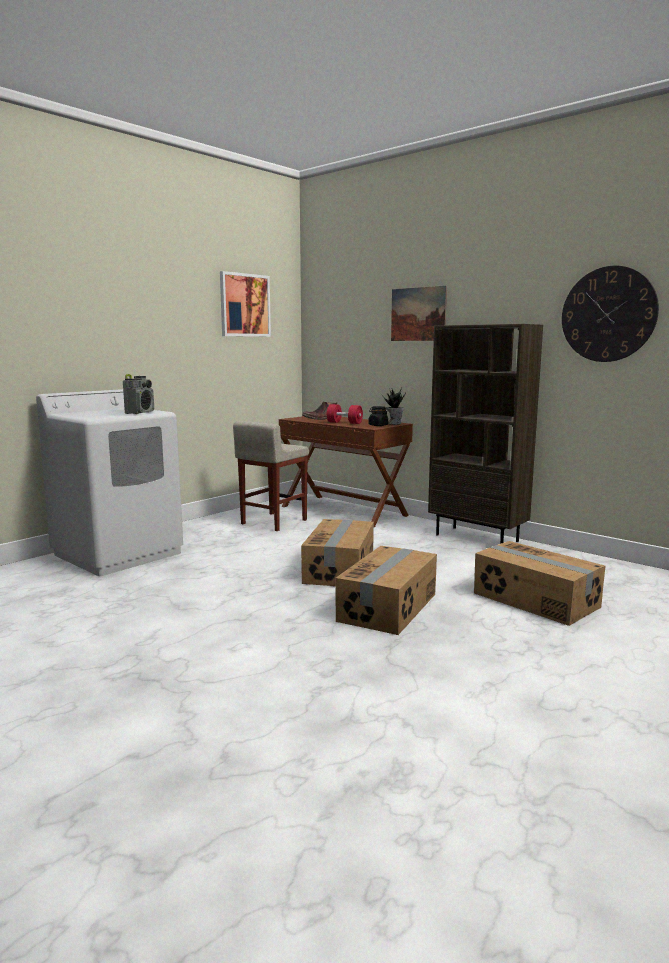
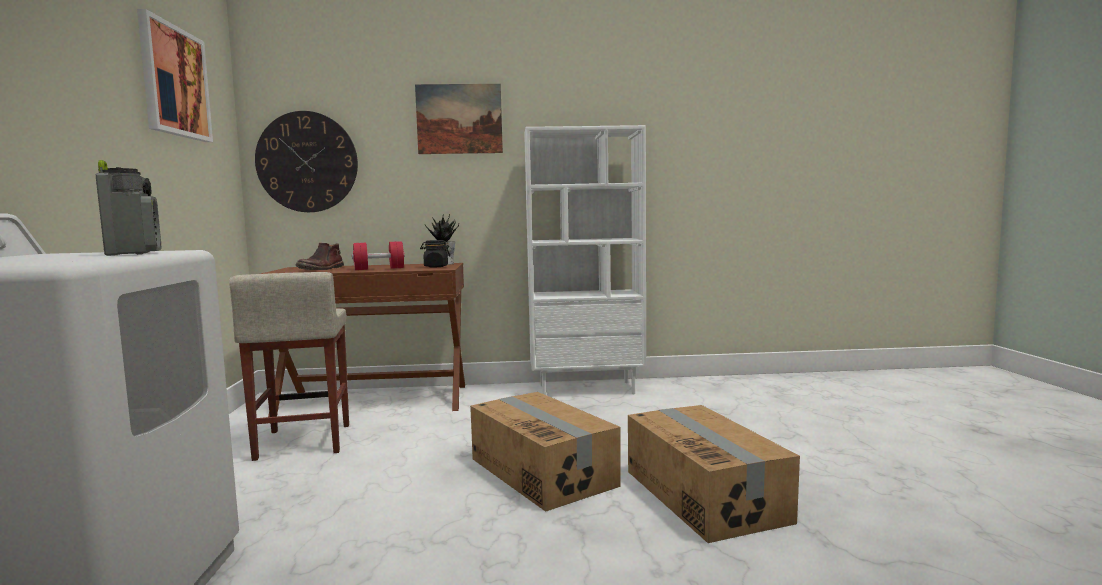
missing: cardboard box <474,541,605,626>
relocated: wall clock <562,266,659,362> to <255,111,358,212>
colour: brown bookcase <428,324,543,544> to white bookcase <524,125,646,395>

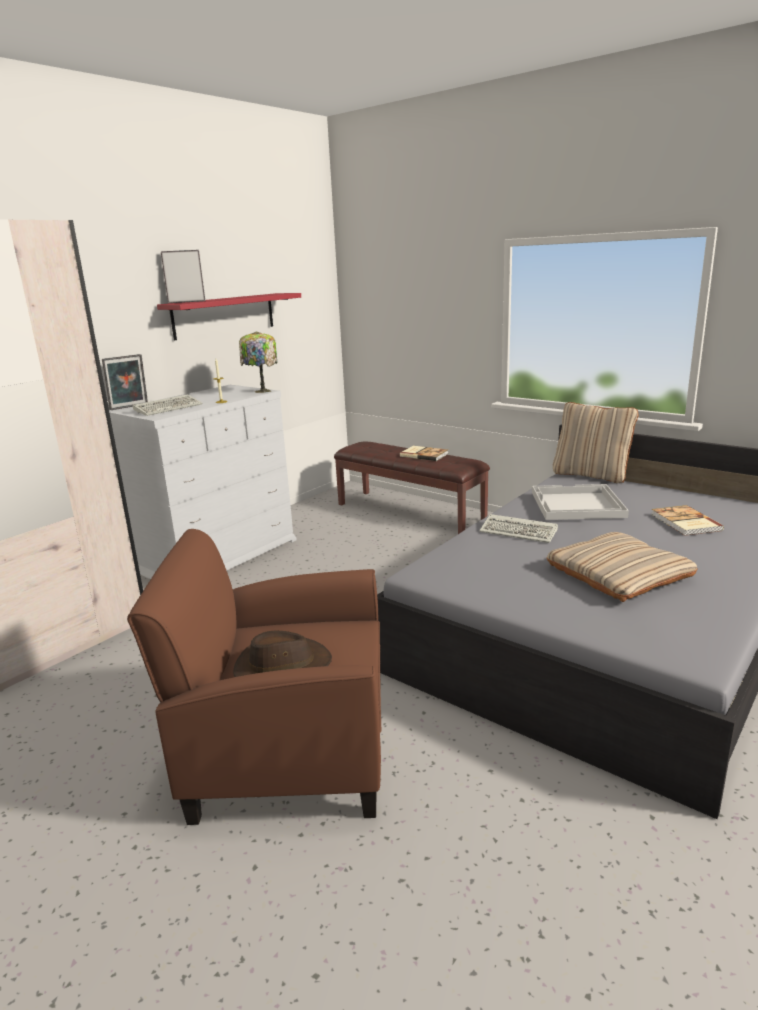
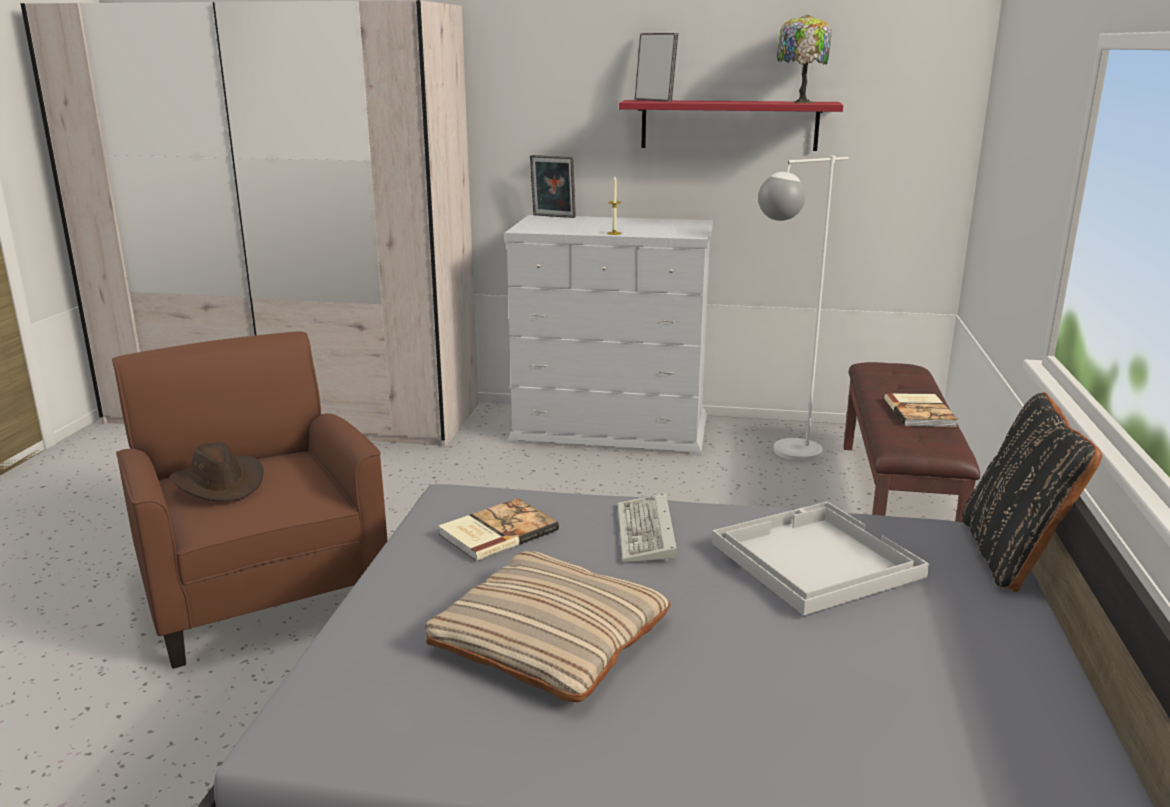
missing: keyboard <133,394,202,416>
appeared: white floor lamp <758,155,848,461>
relocated: table lamp <239,331,277,393> to <777,15,832,103>; book <651,505,724,536> to <438,498,559,561>
colour: beige pillow <553,402,638,483> to black pillow <962,392,1102,592>

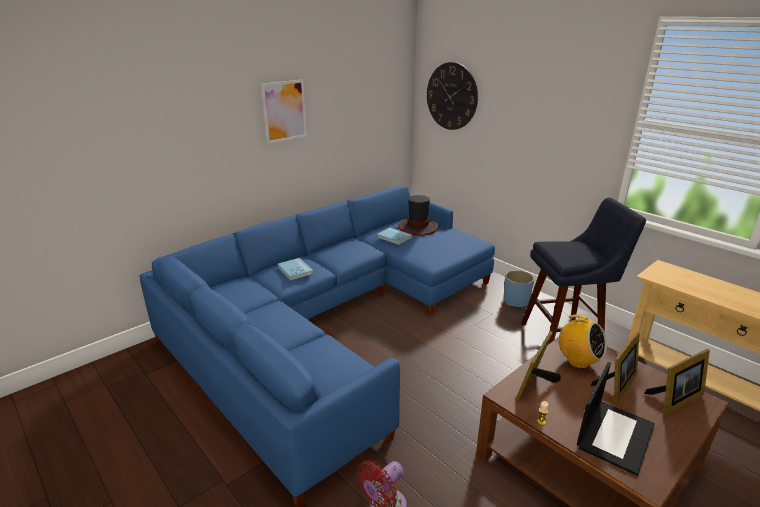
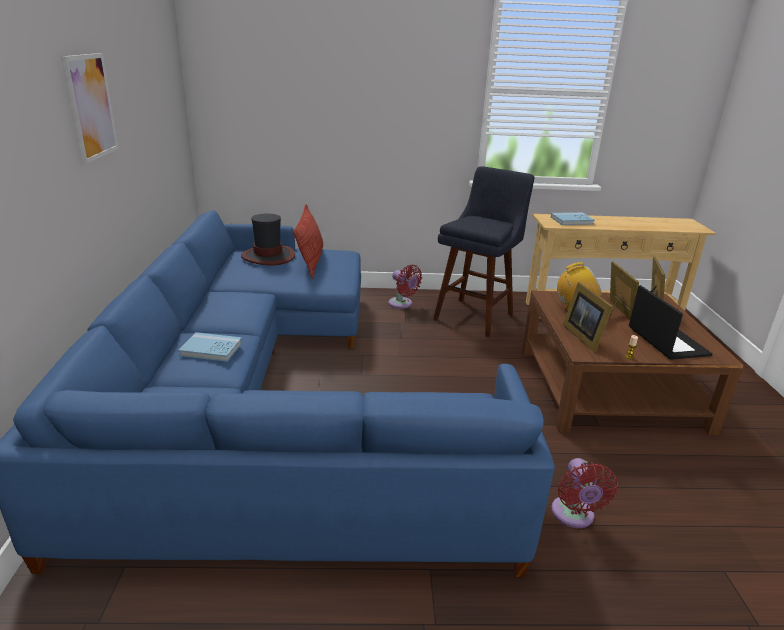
missing: wall clock <427,62,478,130>
appeared: pillow <293,204,323,279>
relocated: blue book <377,228,412,245> to <551,212,595,225>
exchanged: blue planter <503,270,534,307> to red fan <389,265,422,309>

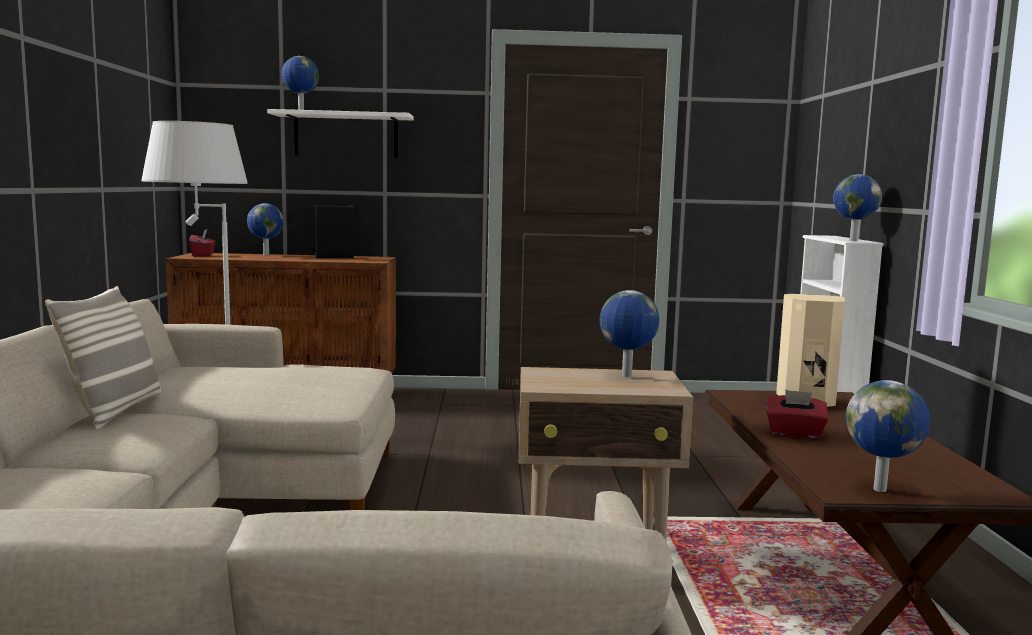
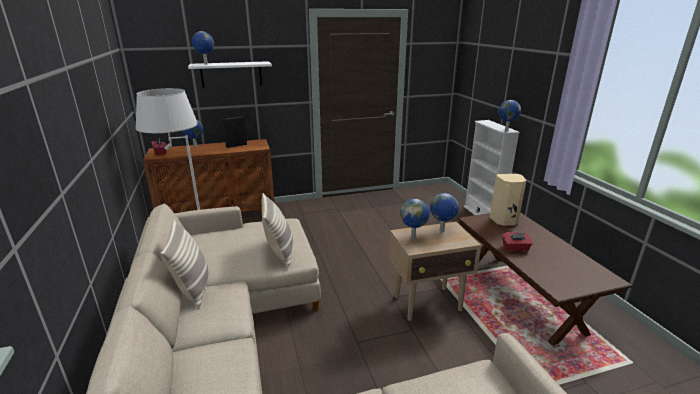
appeared: pillow <262,193,293,268>
relocated: globe <846,380,930,492> to <400,199,430,239>

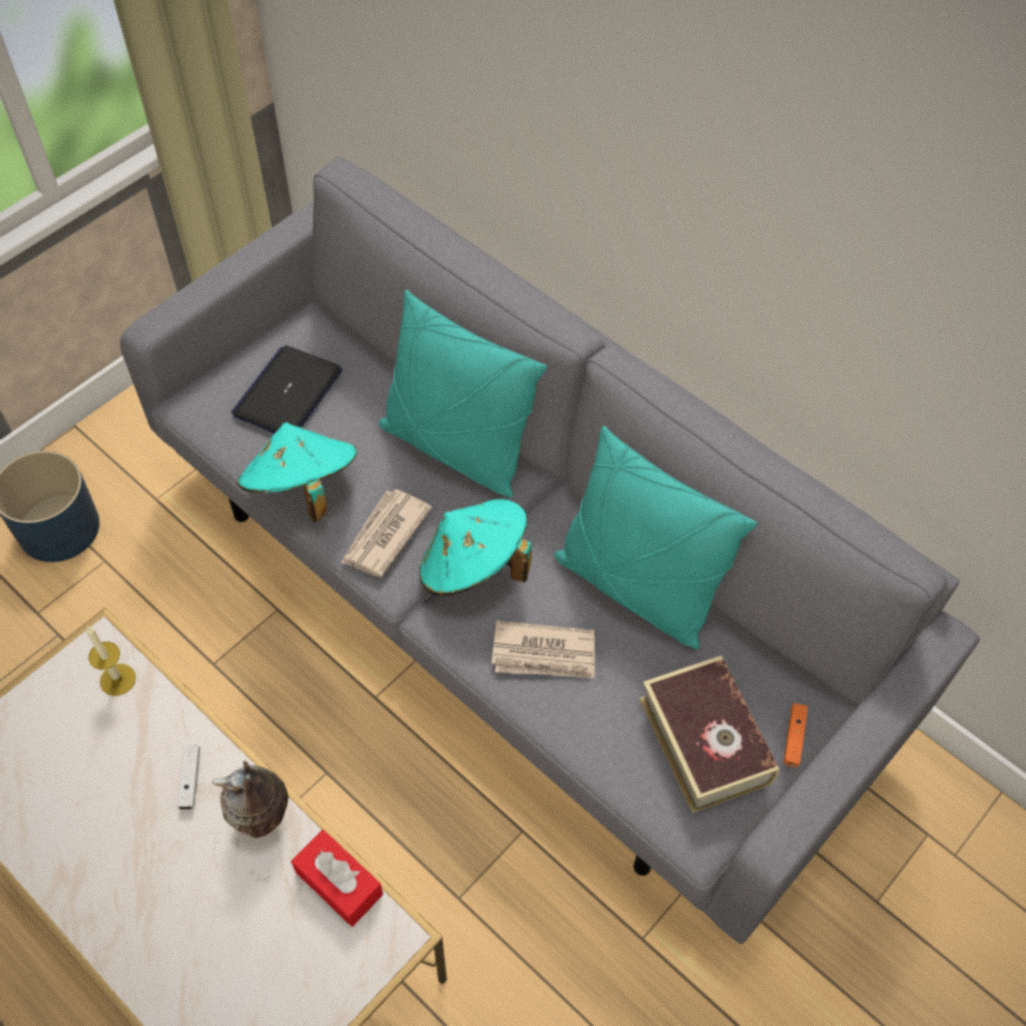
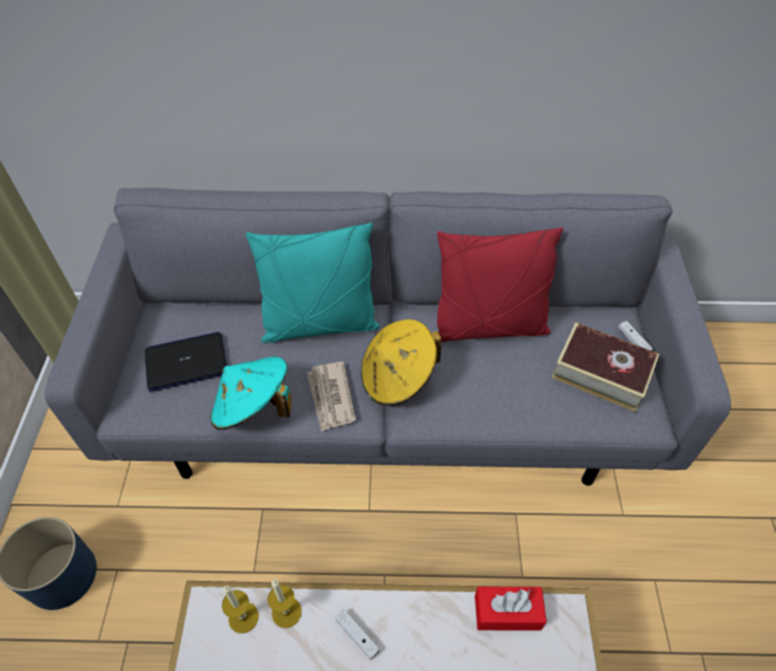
missing: vase <212,760,288,838>; newspaper <491,621,595,678>
appeared: candle <268,580,302,628>
colour: turquoise hat <419,498,532,596> to yellow hat <361,320,441,406>; turquoise pillow <554,426,757,649> to red pillow <437,227,563,342>; orange game controller <784,703,808,767> to white game controller <618,321,653,351>
spun: laptop <231,345,343,433> = <145,332,227,392> 90 degrees clockwise

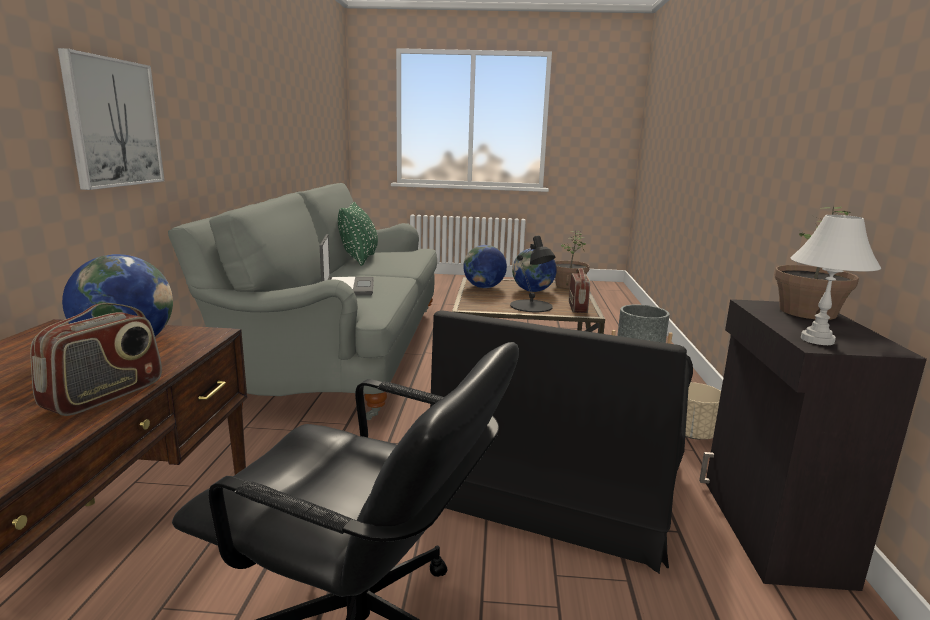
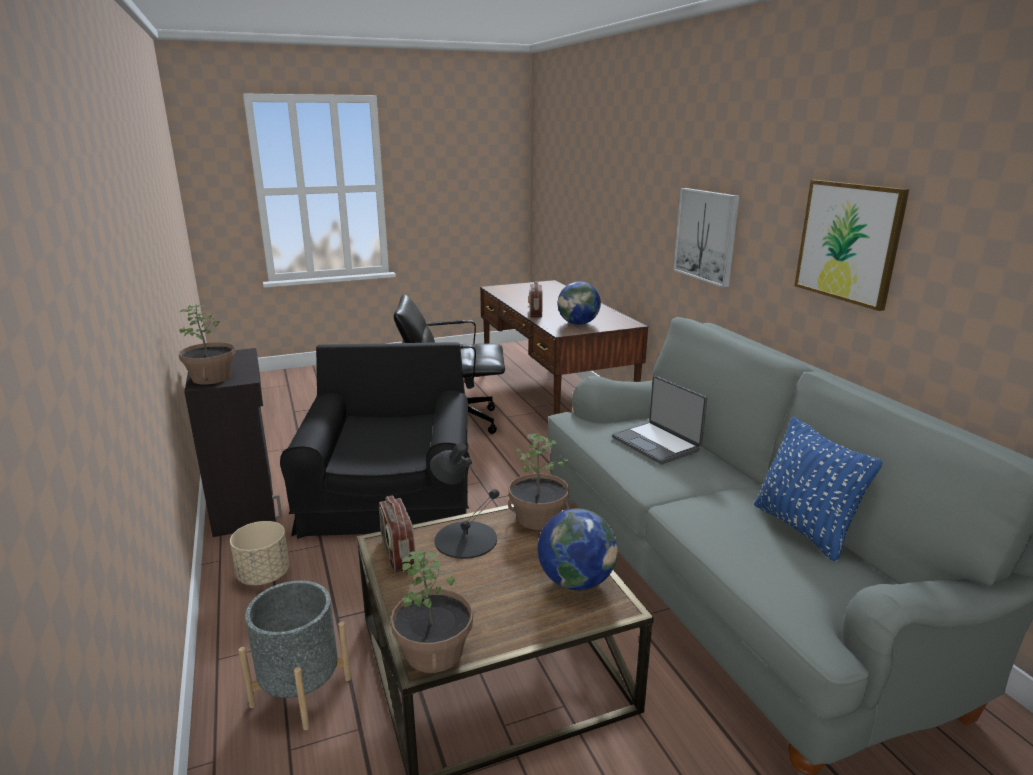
missing: globe <512,248,557,292>; white table lamp <791,215,881,345>
appeared: potted plant <508,434,570,530>; picture <794,180,909,311>
colour: green pillow <338,202,378,266> to blue pillow <754,417,883,562>

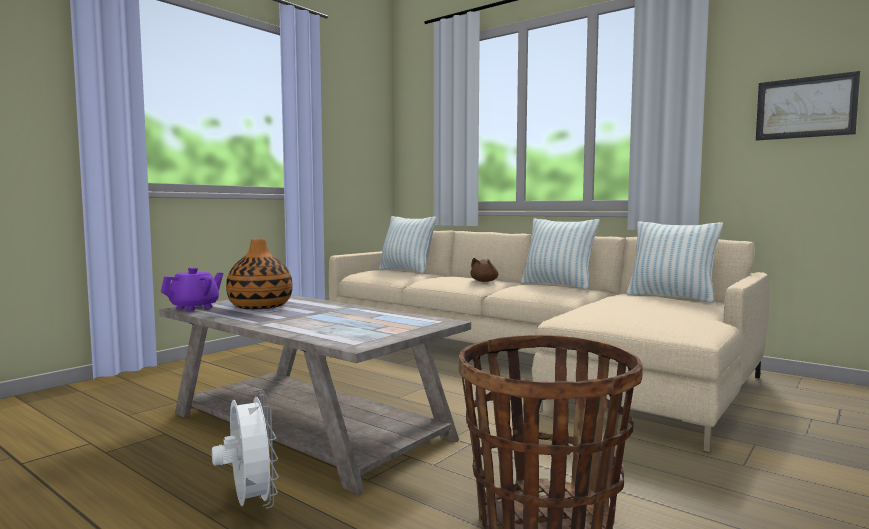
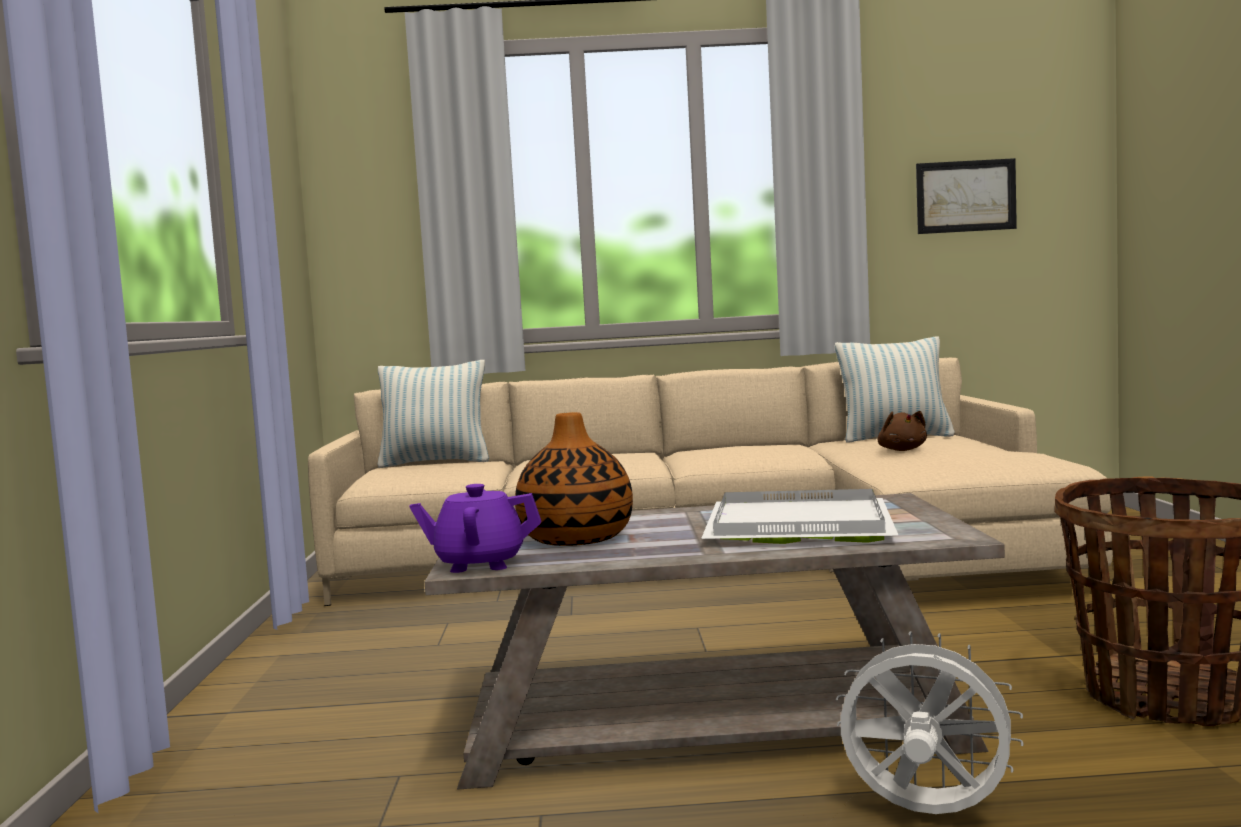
missing: pillow <521,219,599,290>
appeared: white tray <701,489,899,544>
relocated: brown plush toy <470,258,498,282> to <877,411,927,451>
spun: purple teapot <161,267,223,311> = <409,484,541,573> 90 degrees counterclockwise

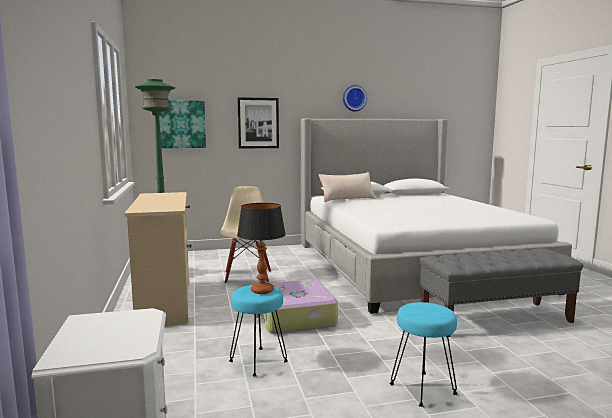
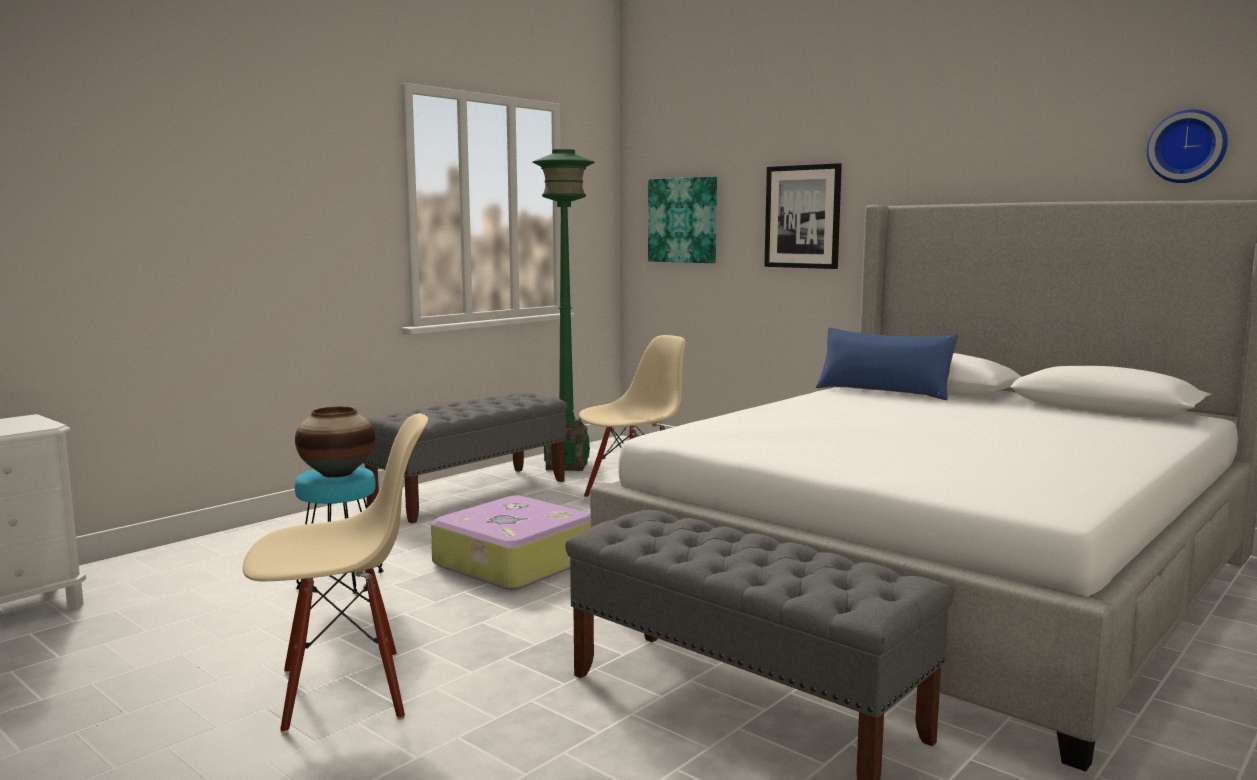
relocated: wall clock <343,85,367,111> to <1147,109,1228,183>
exchanged: beige dresser <124,192,191,326> to grey bench <363,392,568,523>; table lamp <237,203,286,294> to vase <295,407,375,478>; turquoise stool <390,302,457,407> to beige chair <243,413,428,734>
colour: beige pillow <319,172,376,202> to blue pillow <816,328,958,400>

